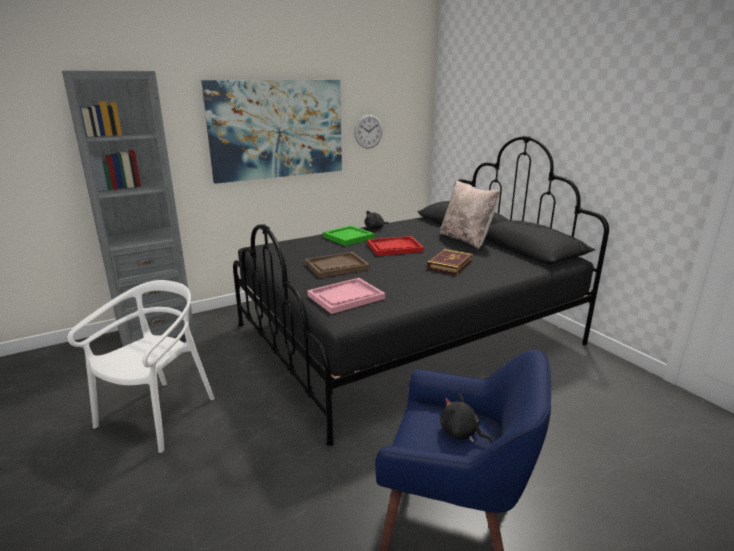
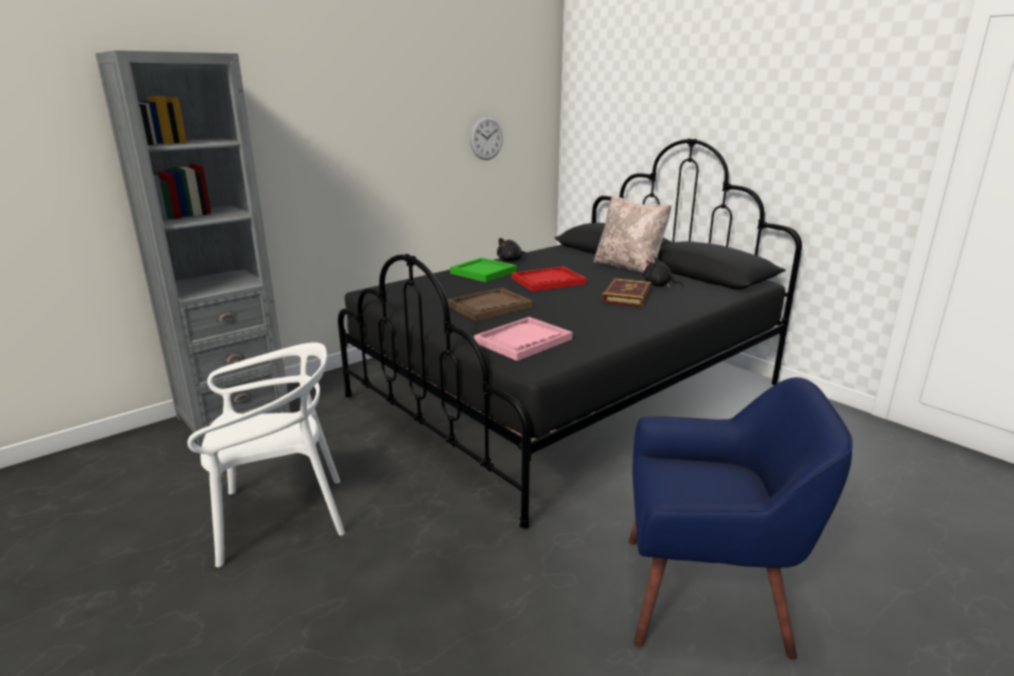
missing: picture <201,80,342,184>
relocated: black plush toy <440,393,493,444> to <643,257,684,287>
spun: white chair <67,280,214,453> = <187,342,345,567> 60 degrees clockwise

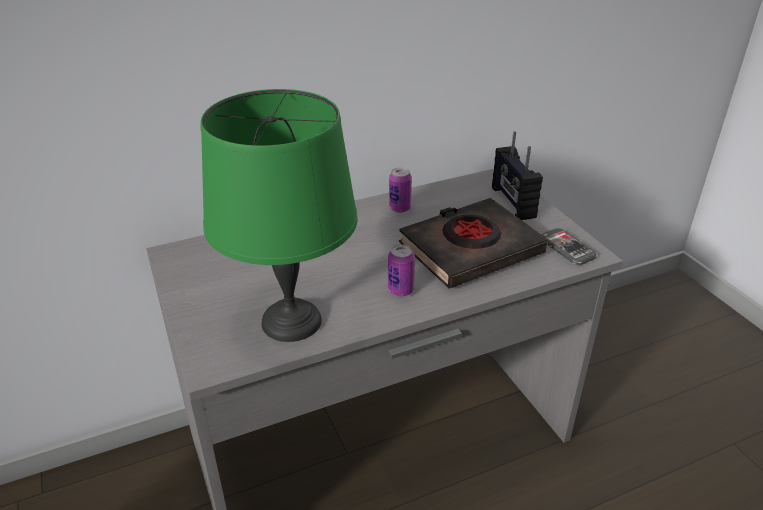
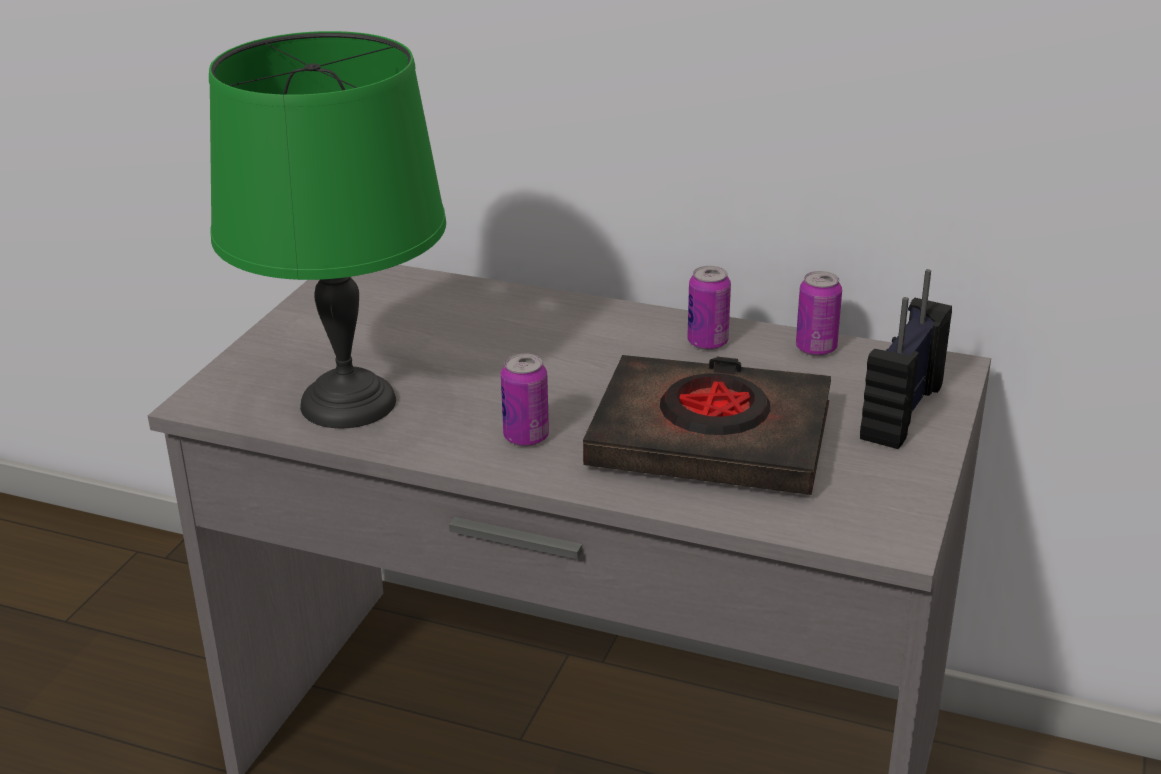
missing: phone <542,228,597,265>
appeared: can <796,271,842,356>

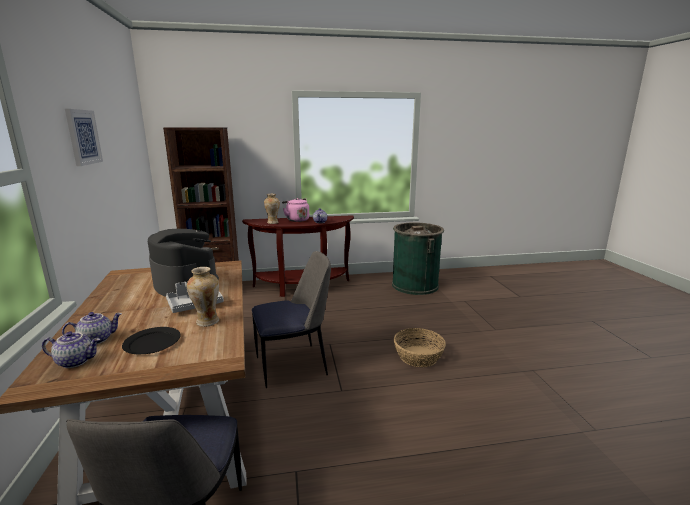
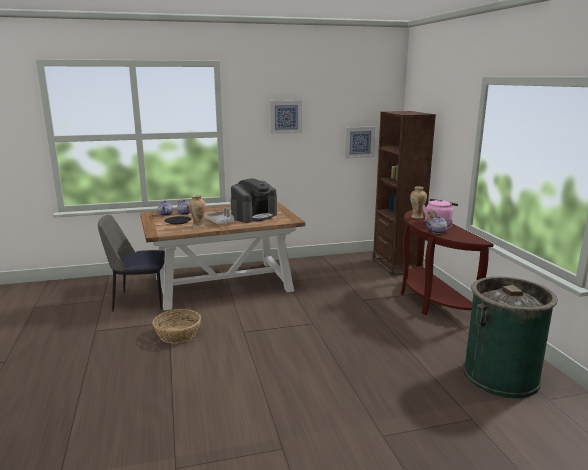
missing: chair <252,251,331,388>
appeared: picture <345,127,376,158>
relocated: basket <394,328,446,367> to <152,309,201,344>

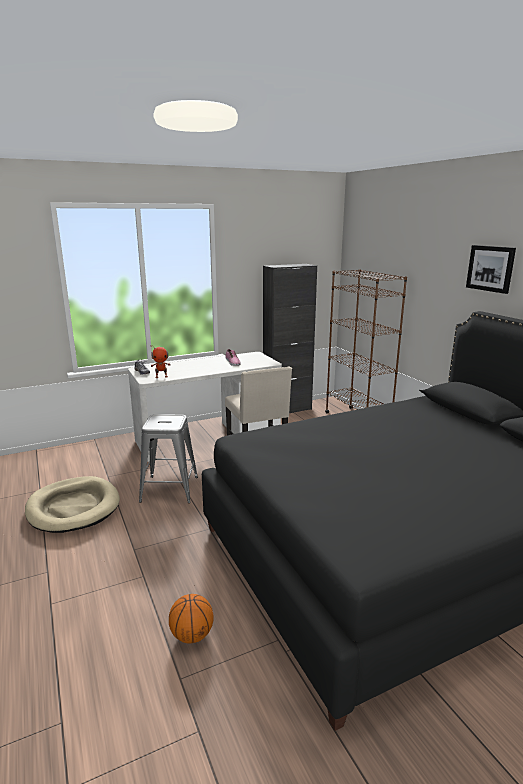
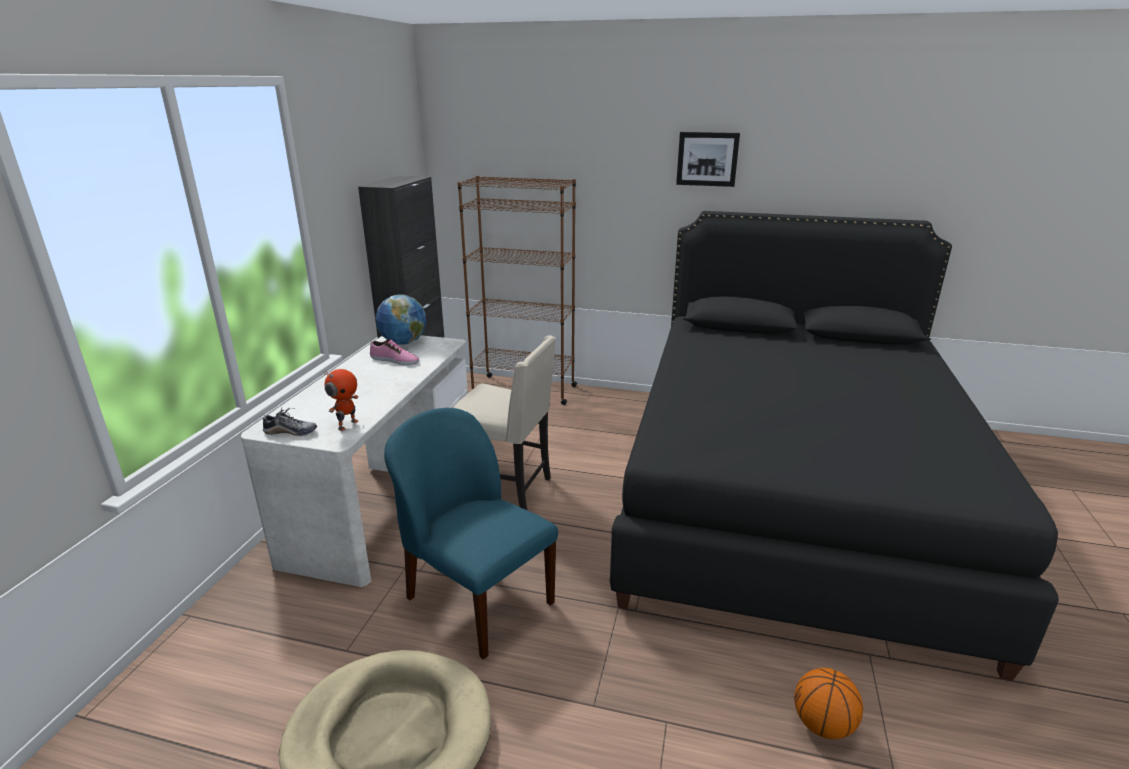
appeared: globe <375,294,426,345>
exchanged: grey stool <139,414,198,503> to blue chair <384,408,558,660>

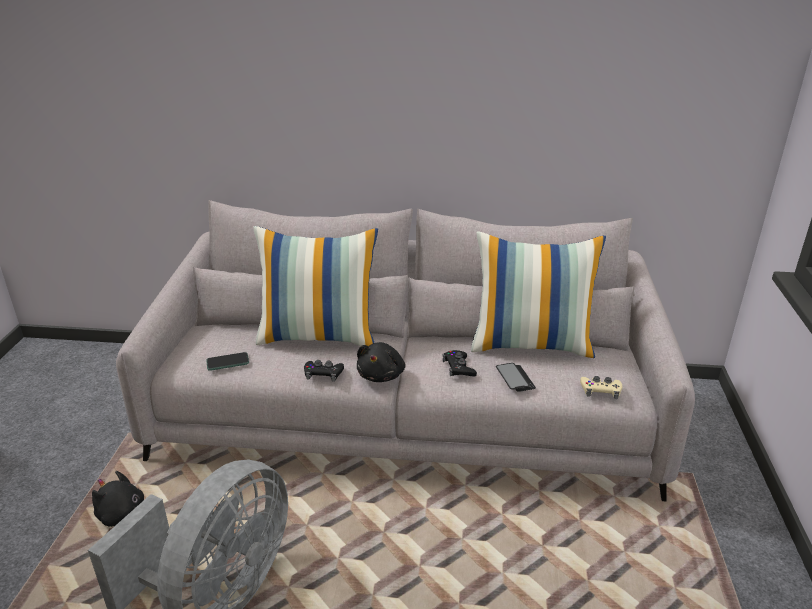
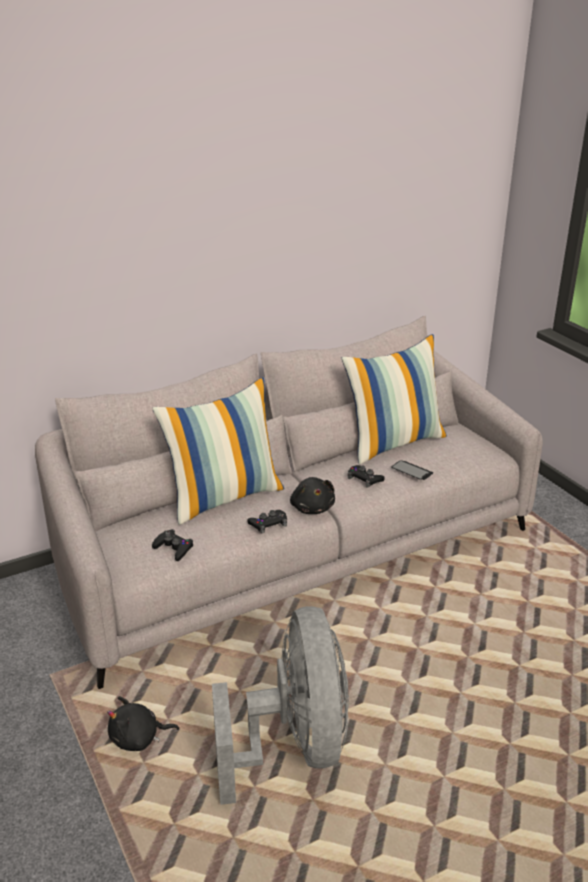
missing: beige game controller <580,376,623,399>
exchanged: phone <206,352,249,371> to black game controller <152,529,193,561>

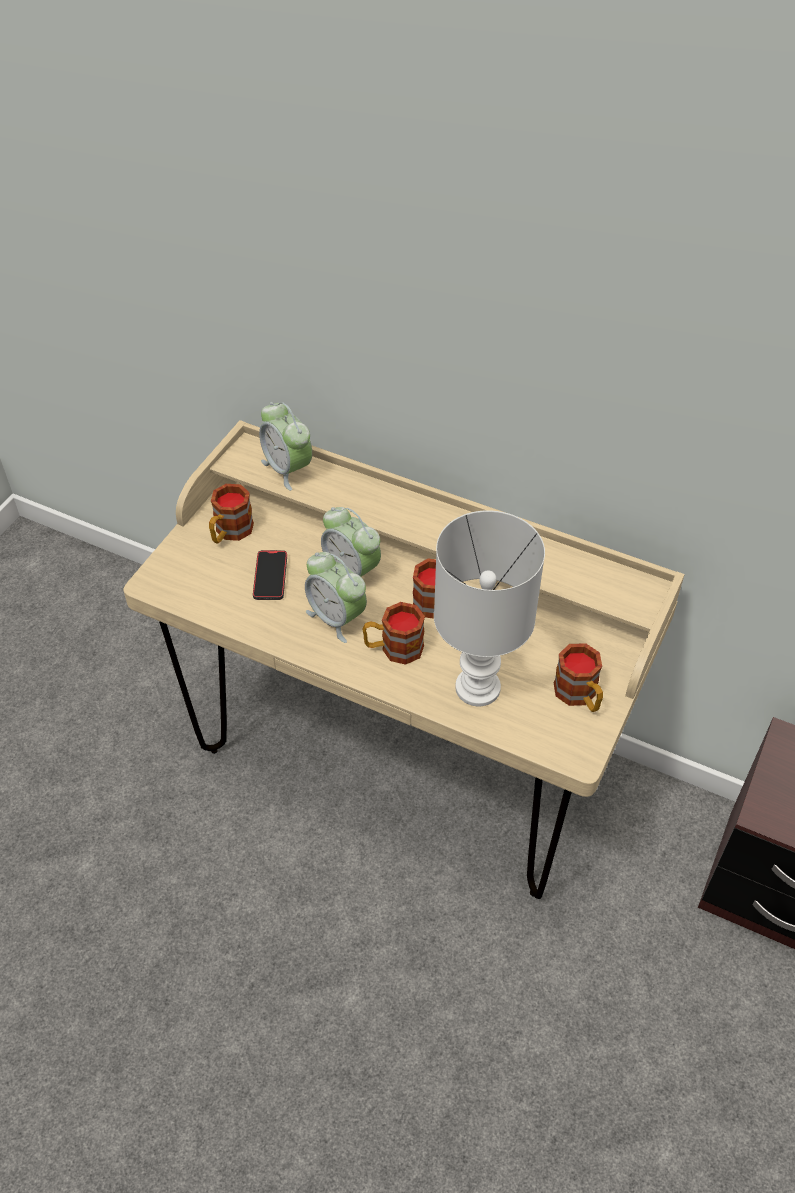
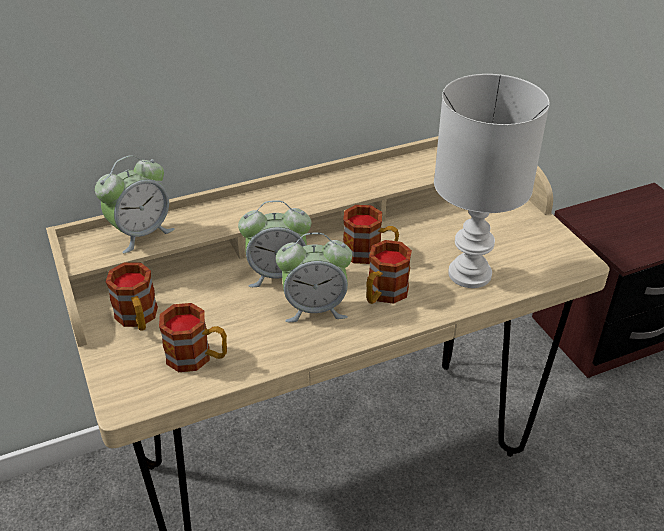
missing: phone <253,550,287,600>
relocated: mug <554,643,603,712> to <159,303,227,372>
spun: alarm clock <259,402,312,491> = <95,155,175,253> 45 degrees counterclockwise

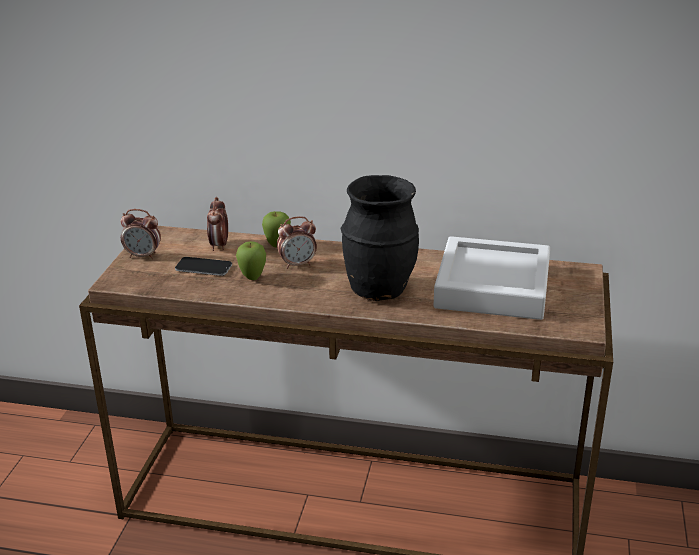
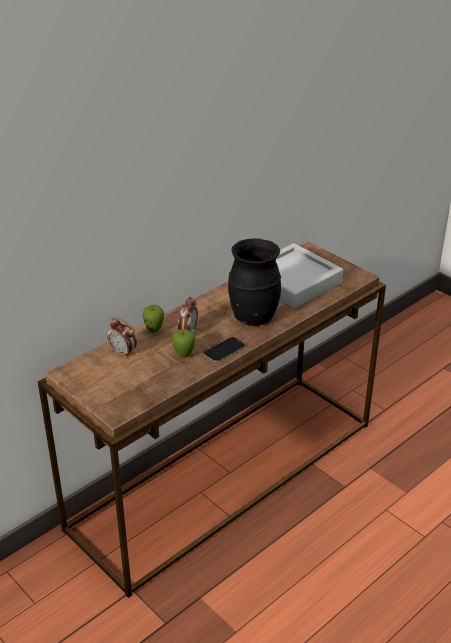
missing: alarm clock <121,209,161,259>
relocated: phone <175,257,232,276> to <204,337,245,362>

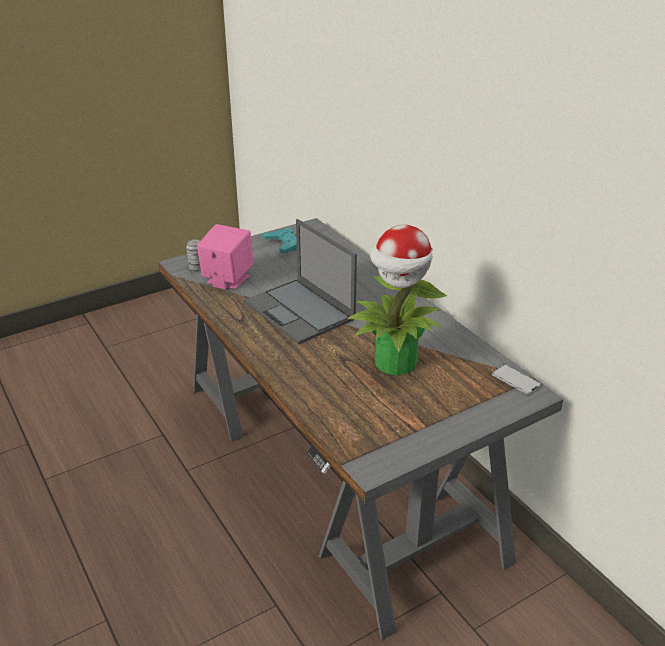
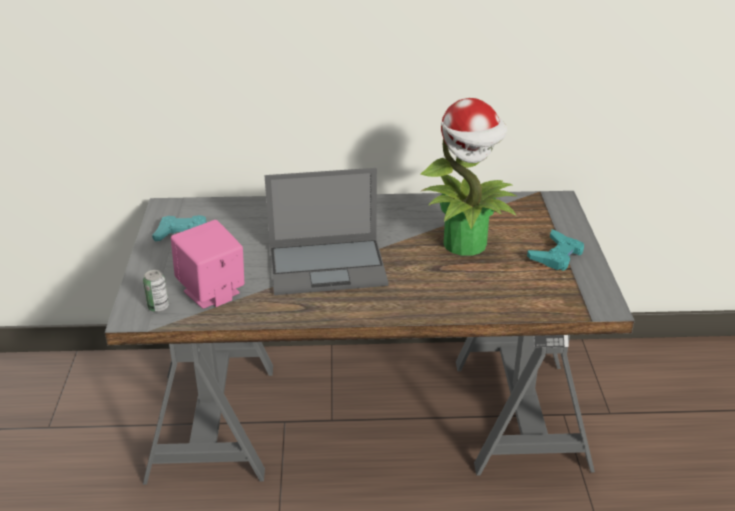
missing: phone <492,364,541,395>
appeared: turquoise game controller <527,229,584,271>

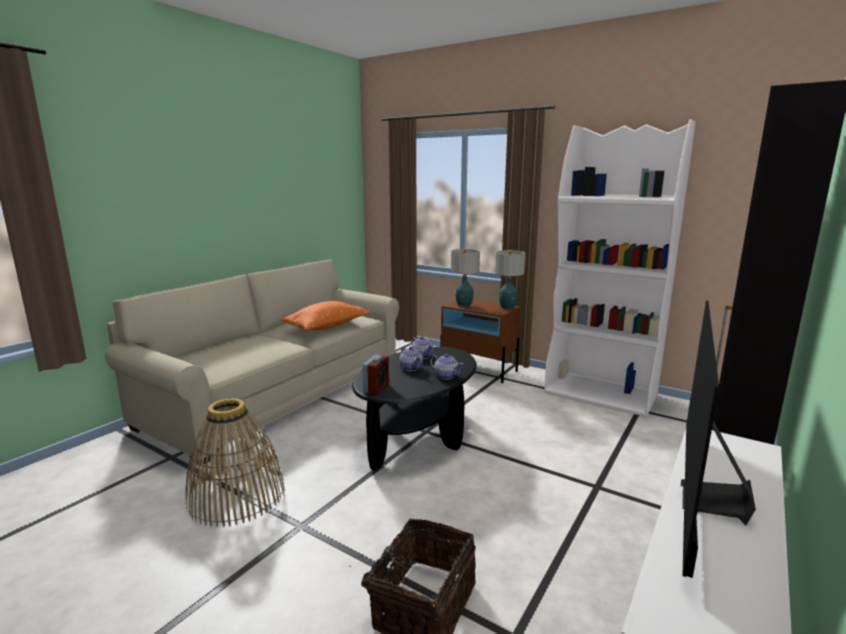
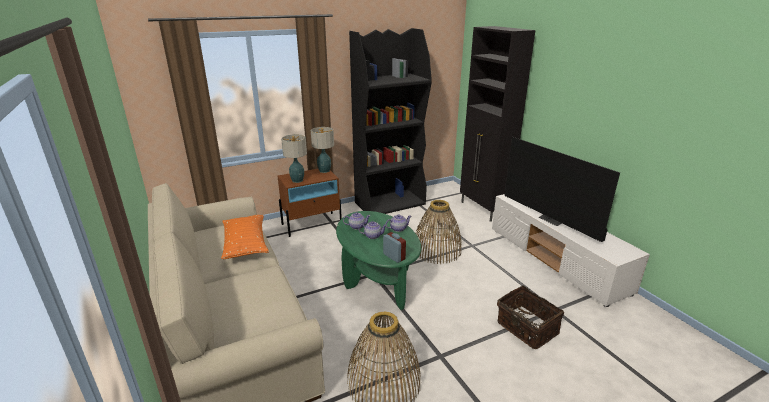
appeared: basket <416,200,462,264>
colour: black coffee table <352,347,477,471> to green coffee table <336,211,421,310>; white bookcase <544,119,696,417> to black bookcase <349,28,432,214>

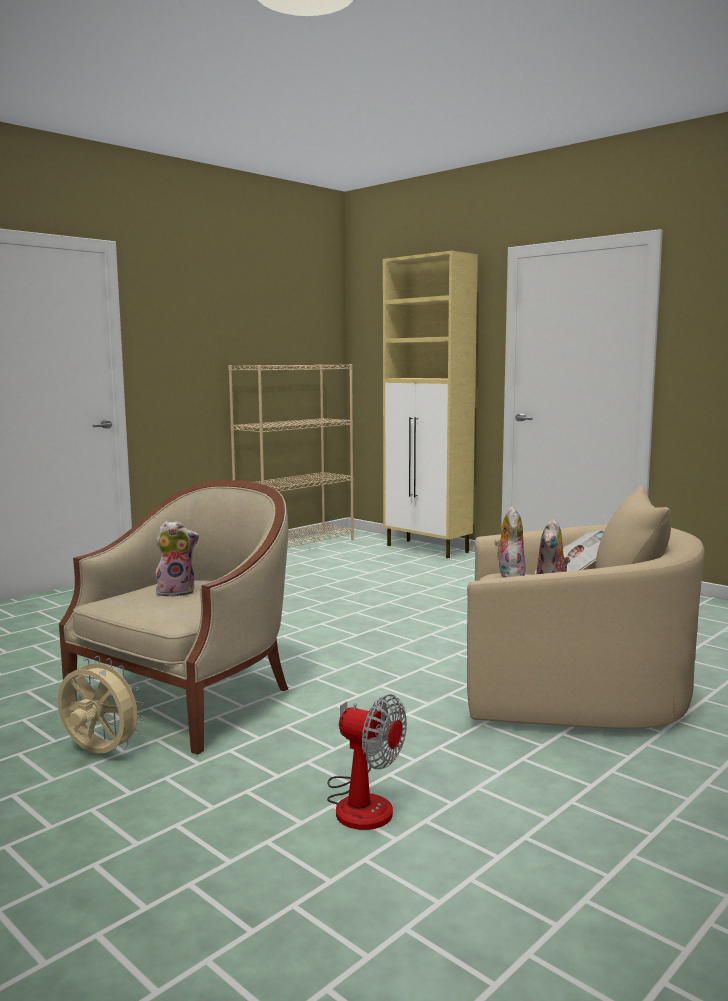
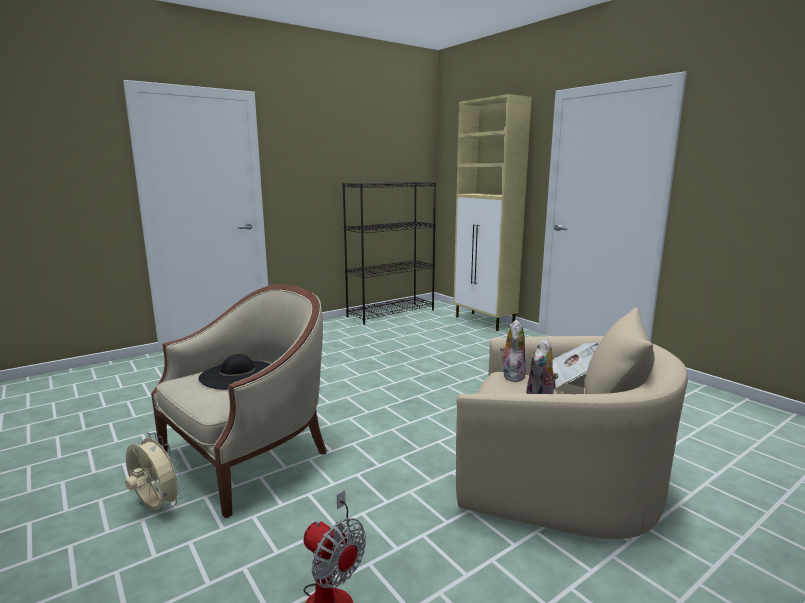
exchanged: plush toy <155,521,199,597> to black hat <199,354,271,390>
colour: beige bookcase <228,364,354,548> to black bookcase <342,182,436,325>

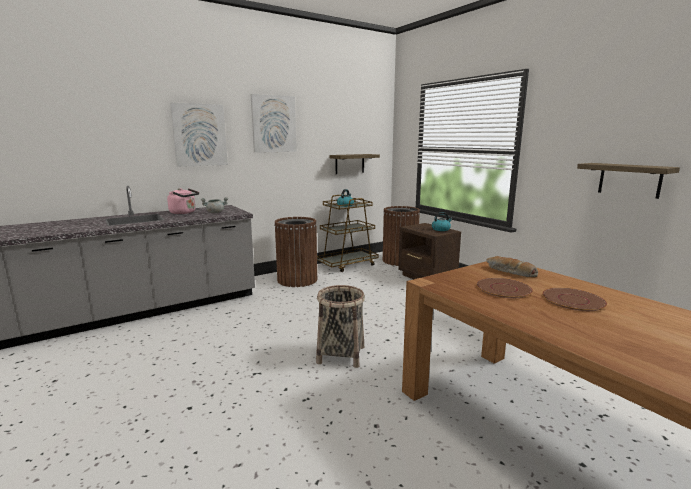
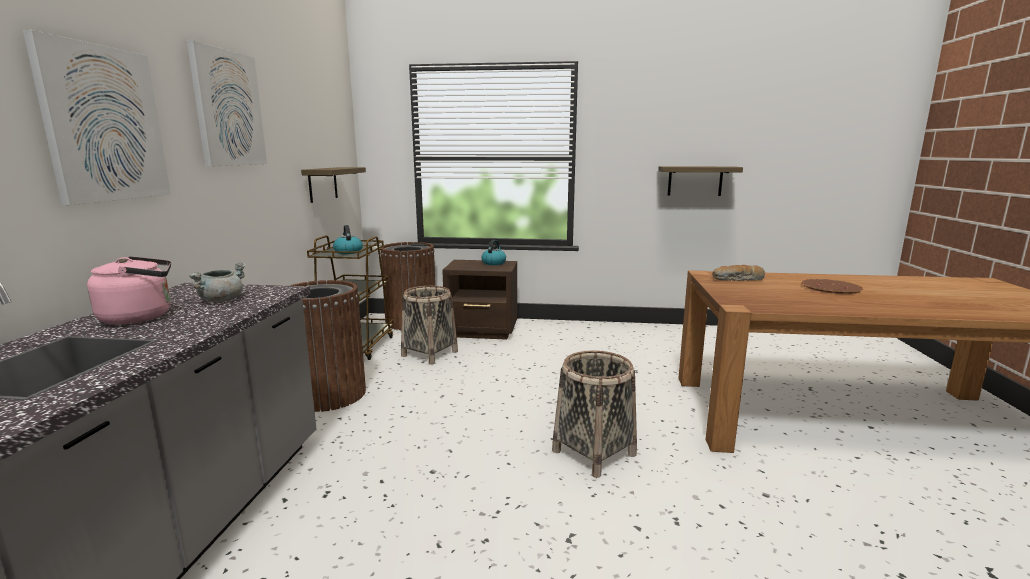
missing: brown plate <476,278,533,298>
appeared: basket <401,286,458,364>

